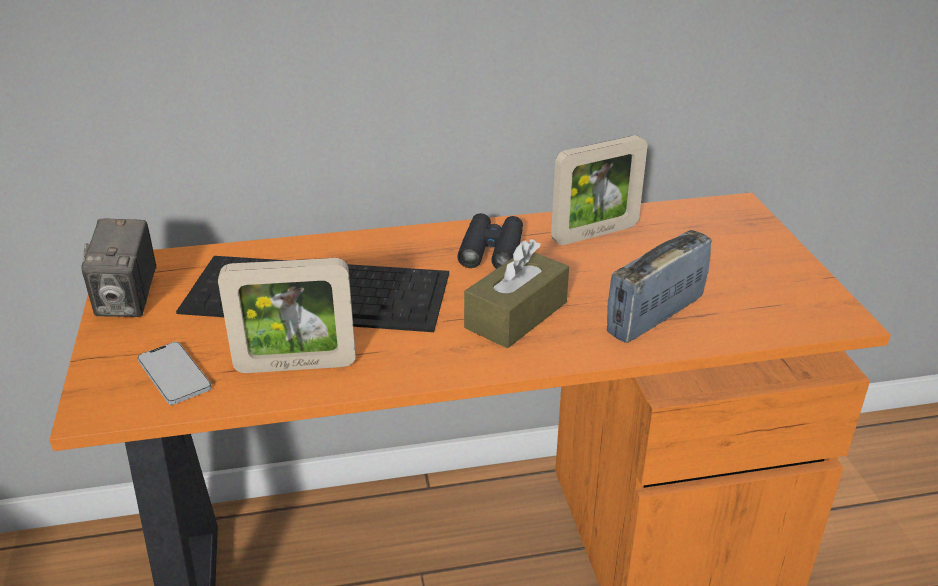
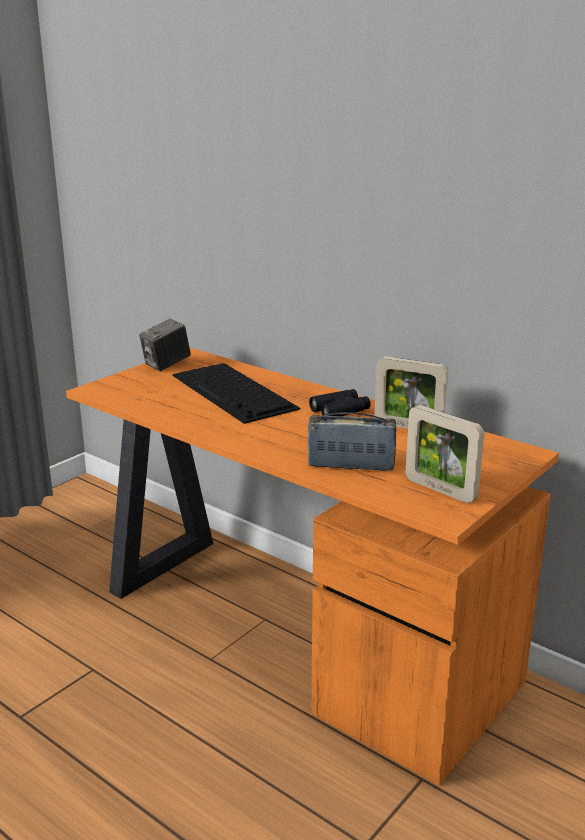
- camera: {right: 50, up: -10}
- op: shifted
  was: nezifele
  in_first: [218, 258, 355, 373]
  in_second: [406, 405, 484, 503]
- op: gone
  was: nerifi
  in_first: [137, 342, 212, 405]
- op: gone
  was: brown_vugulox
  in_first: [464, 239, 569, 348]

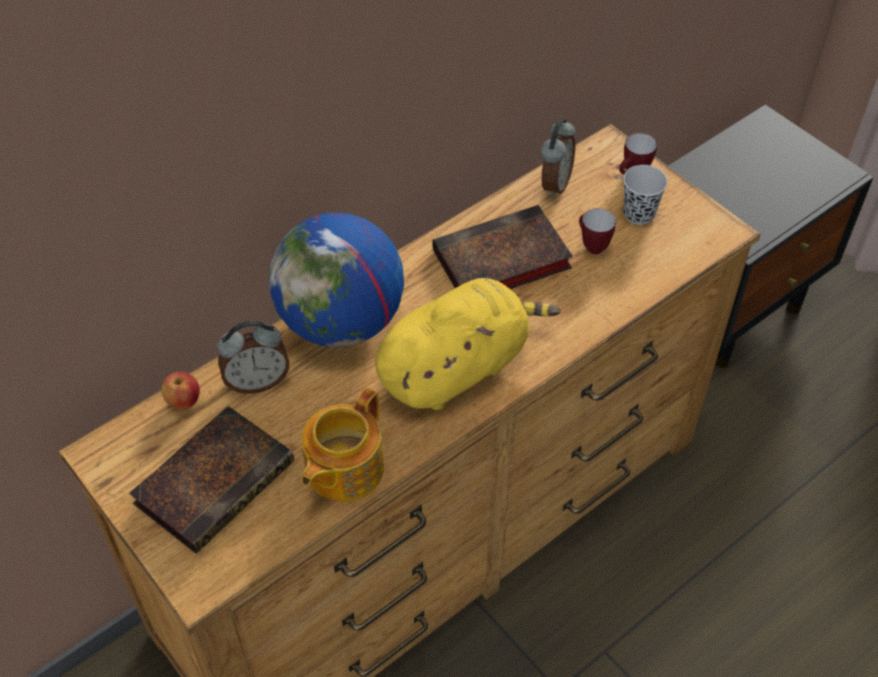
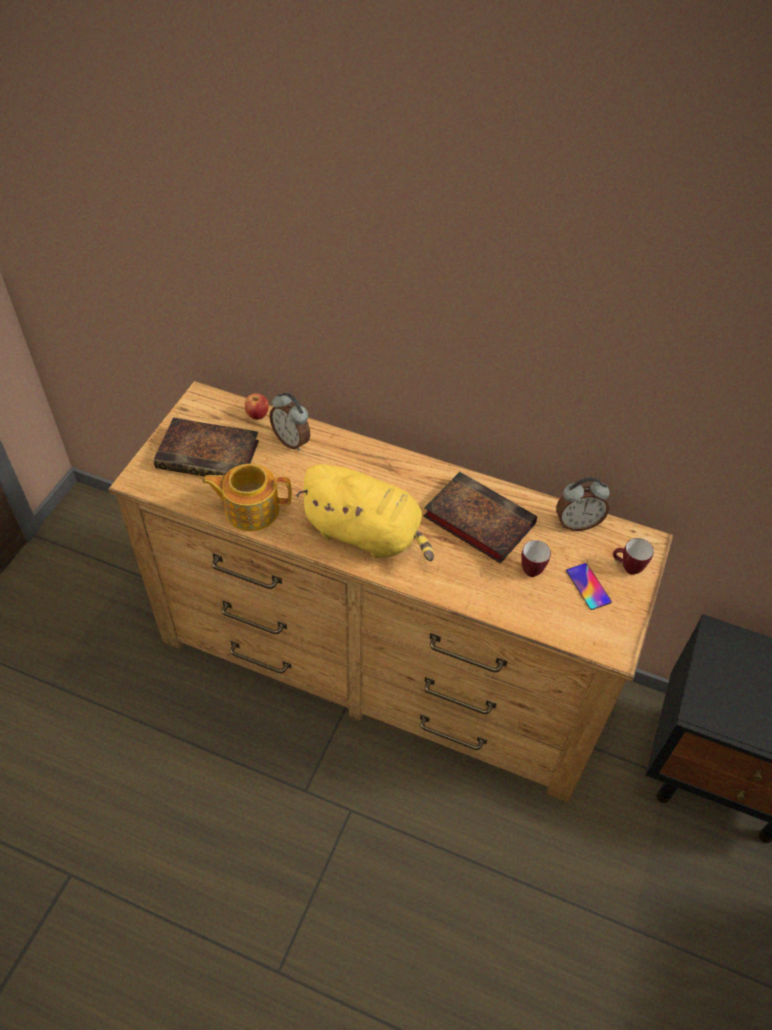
- camera: {right: 60, up: 0}
- op: swapped
  was: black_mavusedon
  now: nerifi
  in_first: [623, 165, 668, 225]
  in_second: [566, 563, 612, 610]
- op: gone
  was: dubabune
  in_first: [269, 212, 404, 348]

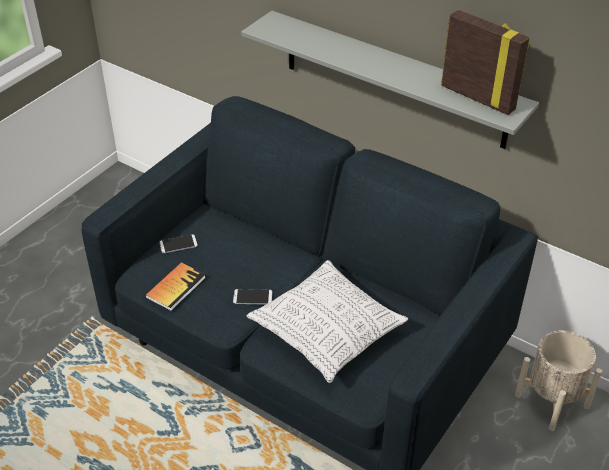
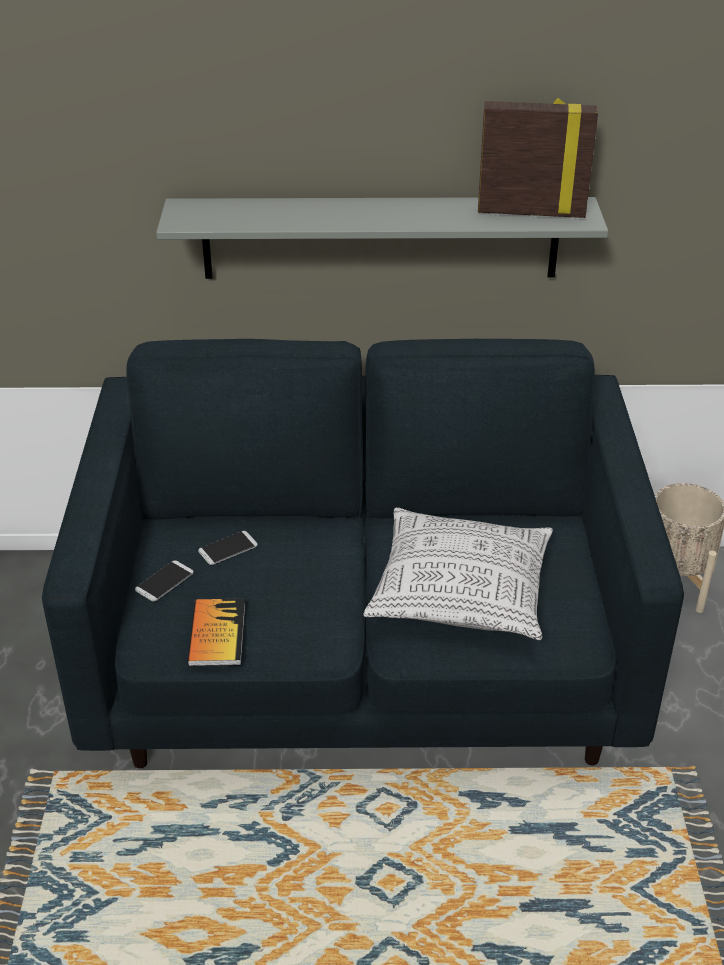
- camera: {right: -35, up: -5}
- op: shifted
  was: nerifi
  in_first: [233, 289, 272, 305]
  in_second: [198, 531, 258, 565]

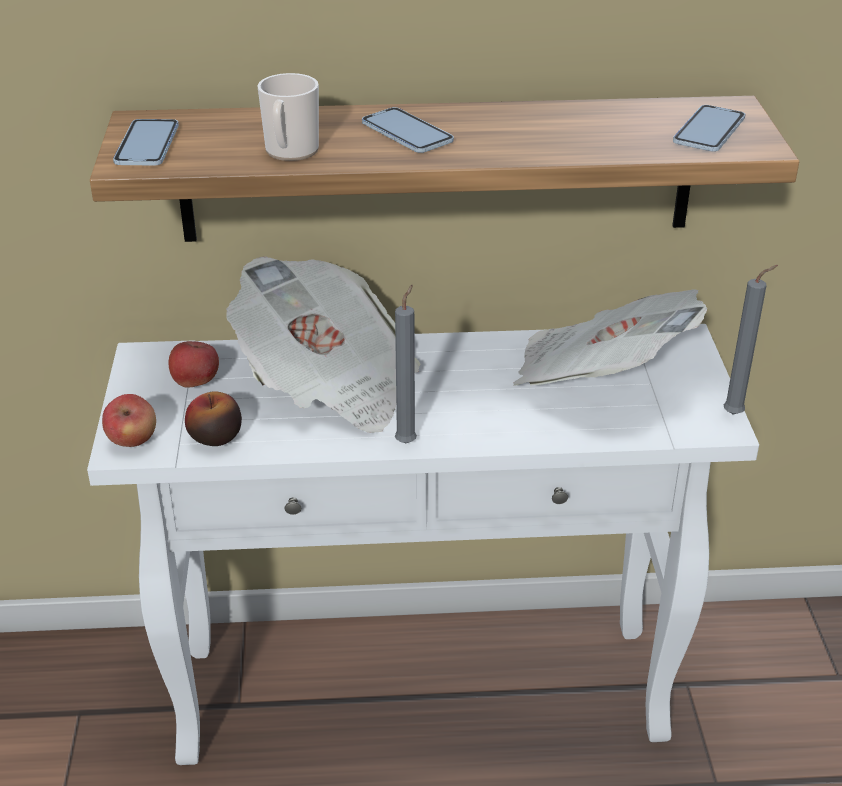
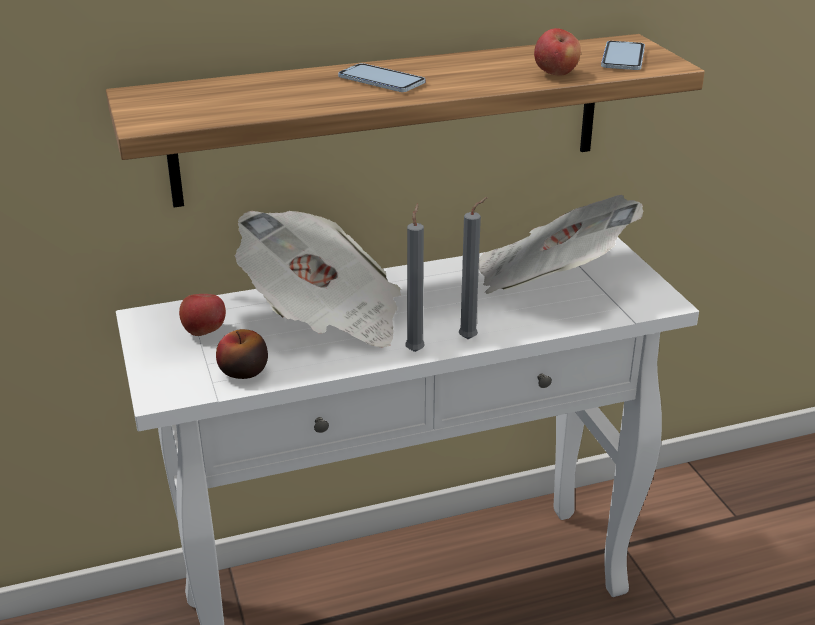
- camera: {right: -15, up: -5}
- op: shifted
  was: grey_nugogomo
  in_first: [724, 265, 778, 414]
  in_second: [459, 197, 488, 339]
- op: shifted
  was: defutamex
  in_first: [102, 394, 156, 447]
  in_second: [534, 28, 581, 76]
- op: gone
  was: nerifi
  in_first: [113, 119, 179, 166]
- op: gone
  was: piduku
  in_first: [258, 73, 319, 161]

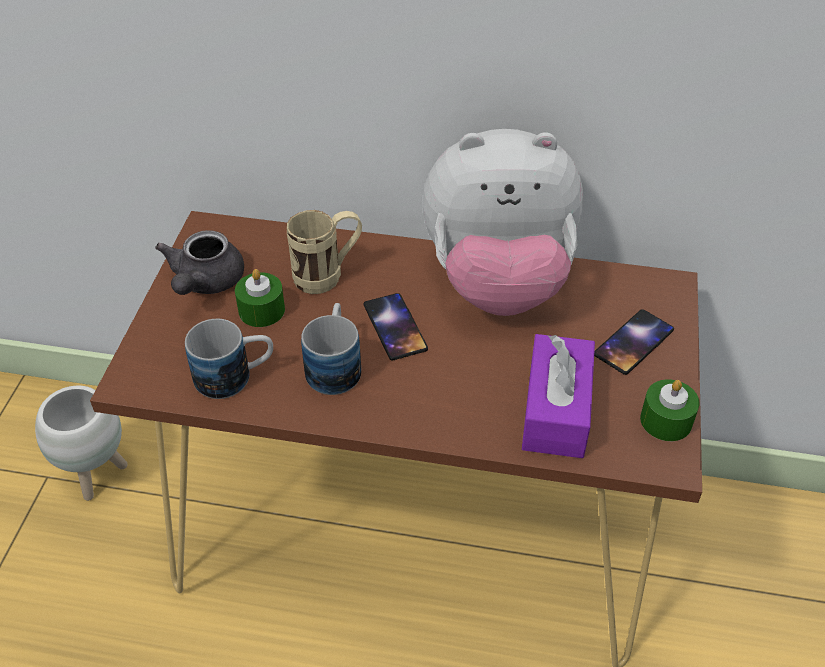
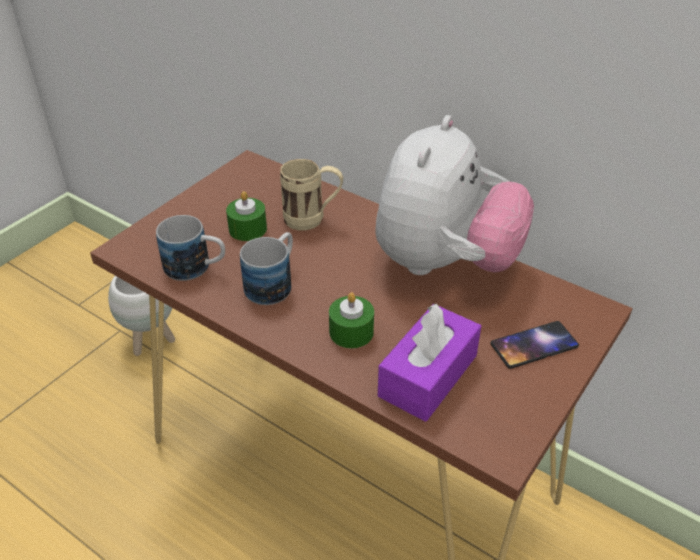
- camera: {right: 25, up: -5}
- op: shifted
  was: green_nugogomo
  in_first: [640, 379, 699, 441]
  in_second: [329, 292, 374, 349]
- op: rotated
  was: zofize
  in_first: [422, 129, 583, 316]
  in_second: [375, 115, 534, 275]
  clockwise: -90
- op: gone
  was: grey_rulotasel
  in_first: [155, 230, 244, 295]
- op: gone
  was: nerifi
  in_first: [363, 293, 428, 360]

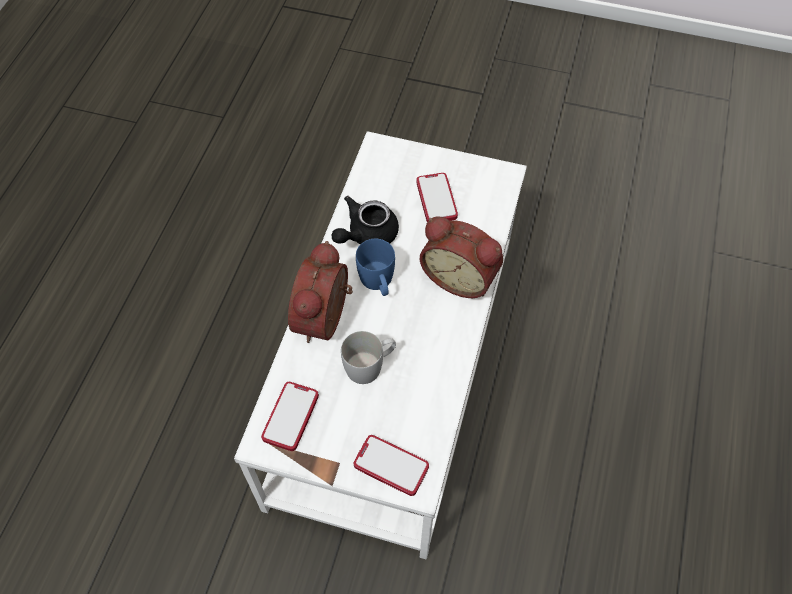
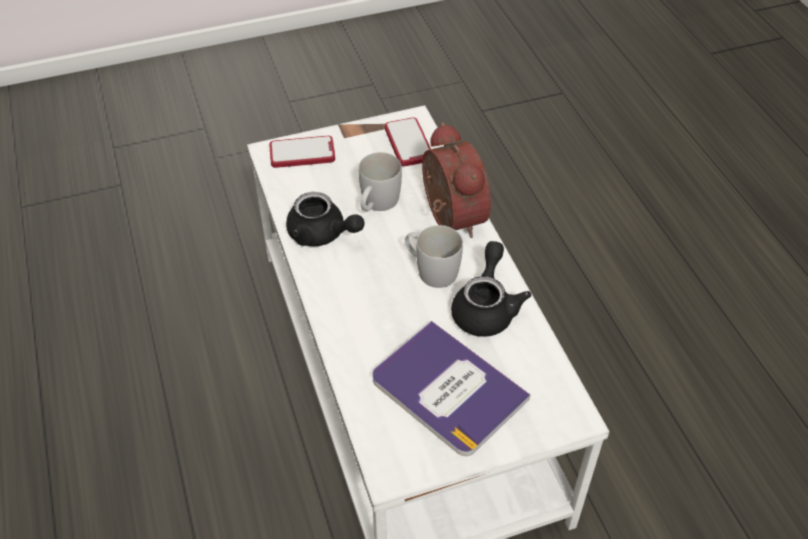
- camera: {right: 145, up: -10}
- op: new
  now: black_rulotasel
  in_second: [286, 192, 365, 246]
- op: swapped
  was: nerifi
  now: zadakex
  in_first: [416, 173, 458, 222]
  in_second: [372, 321, 530, 456]
- op: repainted
  was: blue_piduku
  now: white_piduku
  in_first: [356, 239, 395, 296]
  in_second: [405, 225, 463, 288]
- op: gone
  was: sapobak
  in_first: [420, 216, 503, 298]

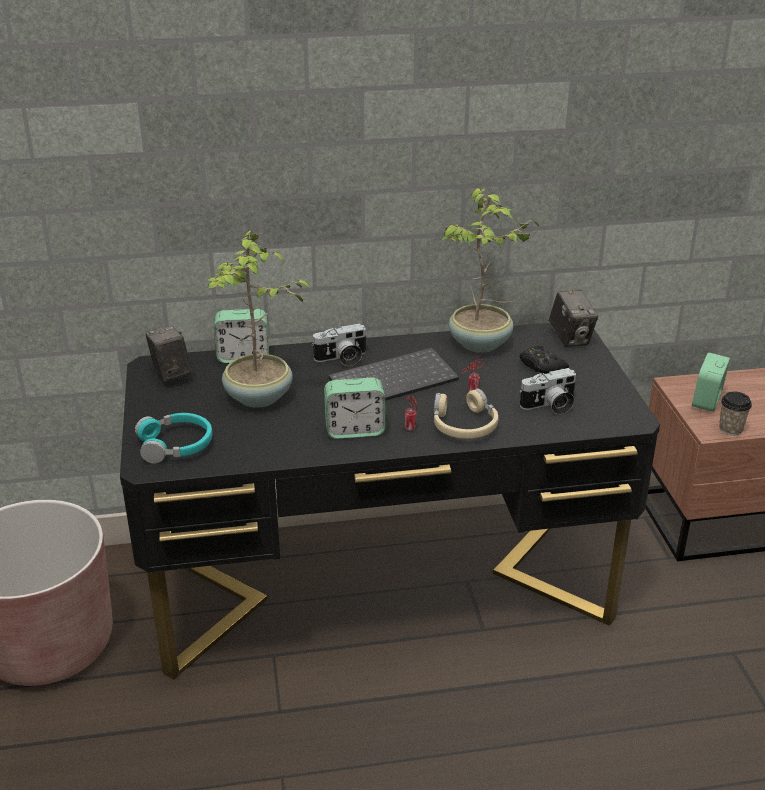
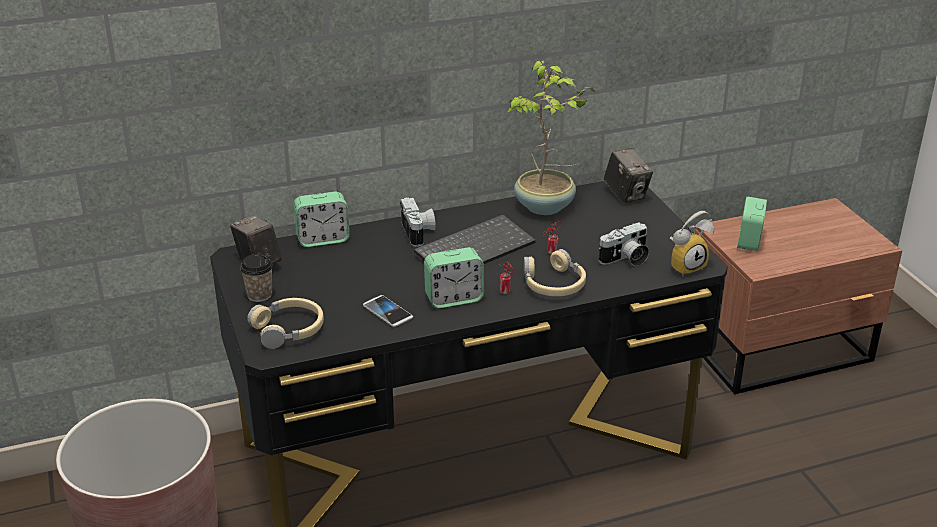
- camera: {right: -10, up: 0}
- op: shifted
  was: mavusedon
  in_first: [719, 391, 752, 435]
  in_second: [240, 254, 273, 302]
- op: repainted
  was: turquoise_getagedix
  now: beige_getagedix
  in_first: [135, 413, 212, 464]
  in_second: [247, 298, 324, 349]
- op: new
  now: nerifi
  in_second: [363, 295, 413, 327]
- op: rotated
  was: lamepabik
  in_first: [311, 323, 367, 366]
  in_second: [400, 197, 436, 247]
  clockwise: -75
- op: new
  now: sapobak
  in_second: [670, 211, 714, 276]
- op: gone
  was: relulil
  in_first: [207, 231, 310, 408]
- op: gone
  was: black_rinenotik
  in_first: [520, 345, 569, 374]

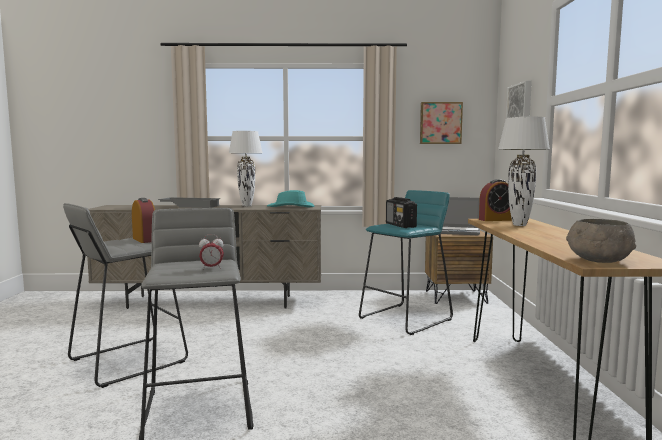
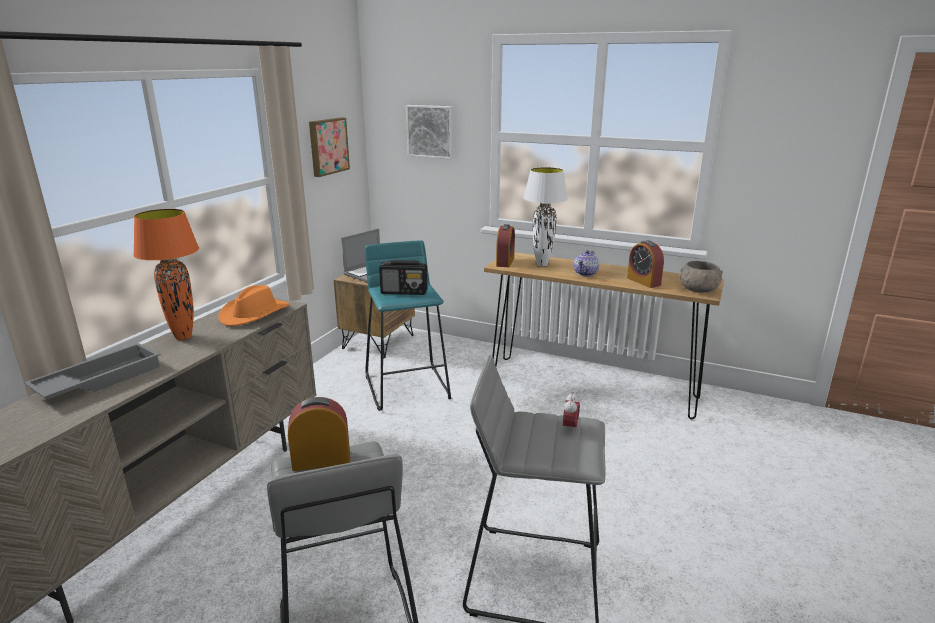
- camera: {right: -65, up: 15}
- op: repainted
  was: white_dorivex
  now: orange_dorivex
  in_first: [229, 131, 263, 206]
  in_second: [133, 209, 199, 340]
- op: repainted
  was: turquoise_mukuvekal
  now: orange_mukuvekal
  in_first: [267, 190, 315, 207]
  in_second: [218, 285, 289, 326]
- op: new
  now: rulotasel
  in_second: [574, 250, 599, 276]
- op: new
  now: sapobak
  in_second: [627, 240, 664, 288]

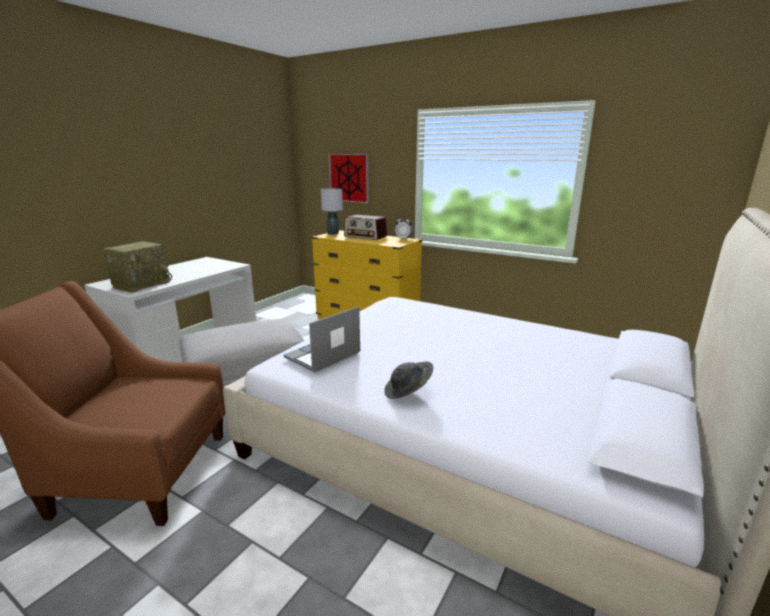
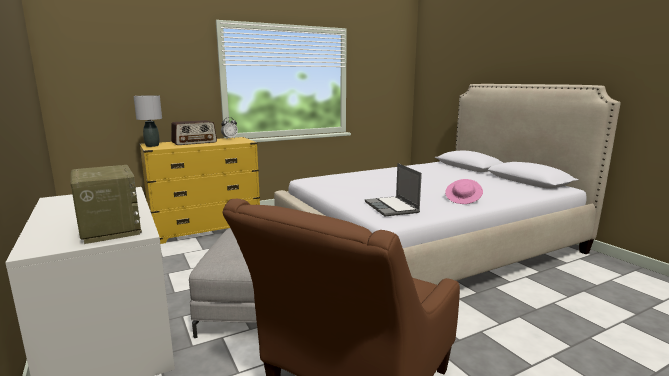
- camera: {right: -60, up: -5}
- op: repainted
  was: grey_mukuvekal
  now: pink_mukuvekal
  in_first: [384, 362, 433, 399]
  in_second: [445, 179, 483, 204]
- op: gone
  was: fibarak
  in_first: [329, 154, 369, 203]

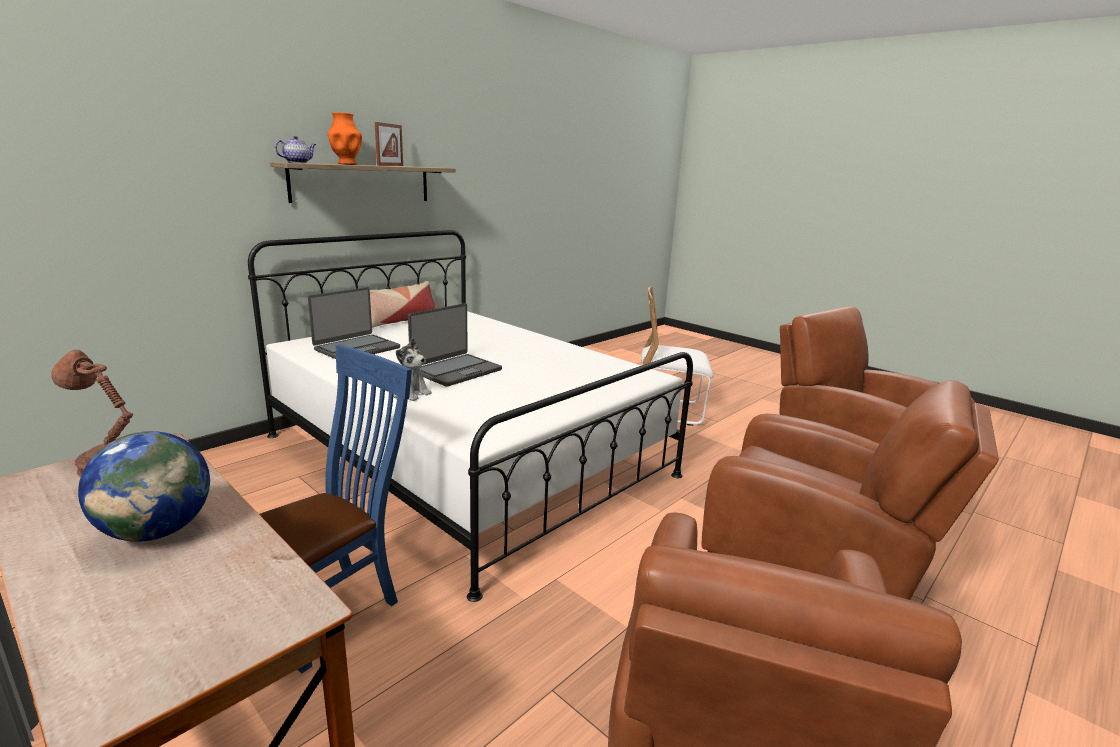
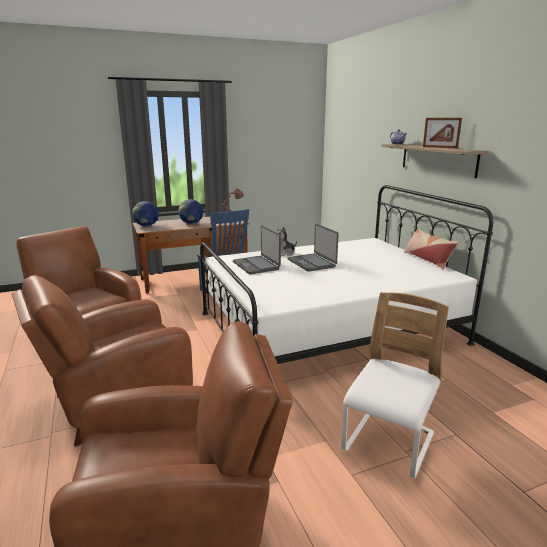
- camera: {right: 115, up: 0}
- op: new
  now: dubabune
  in_second: [132, 201, 158, 226]
- op: shifted
  was: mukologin
  in_first: [308, 287, 400, 359]
  in_second: [233, 225, 281, 274]
- op: gone
  was: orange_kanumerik
  in_first: [328, 112, 362, 165]

